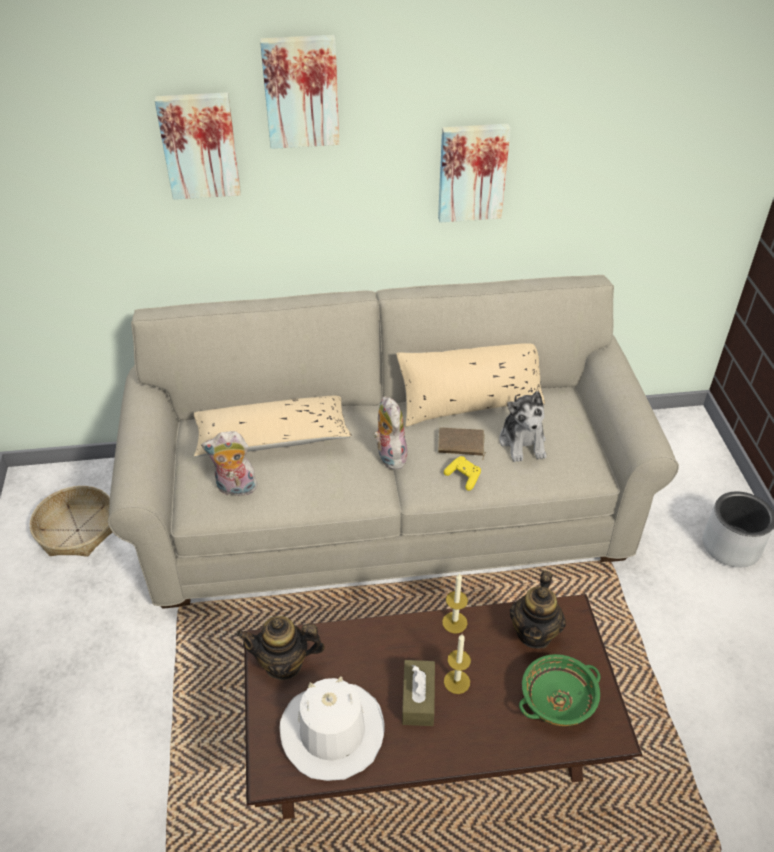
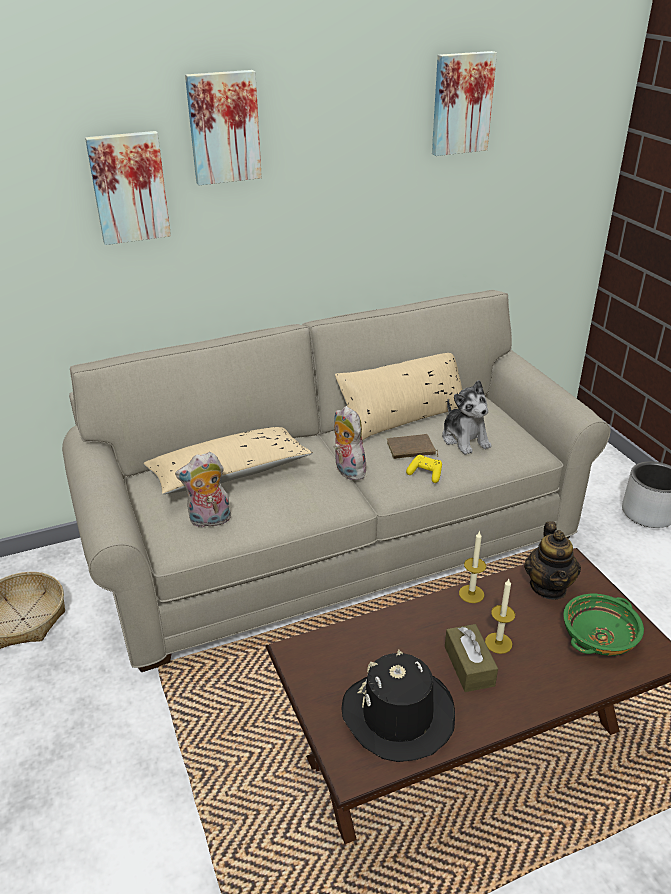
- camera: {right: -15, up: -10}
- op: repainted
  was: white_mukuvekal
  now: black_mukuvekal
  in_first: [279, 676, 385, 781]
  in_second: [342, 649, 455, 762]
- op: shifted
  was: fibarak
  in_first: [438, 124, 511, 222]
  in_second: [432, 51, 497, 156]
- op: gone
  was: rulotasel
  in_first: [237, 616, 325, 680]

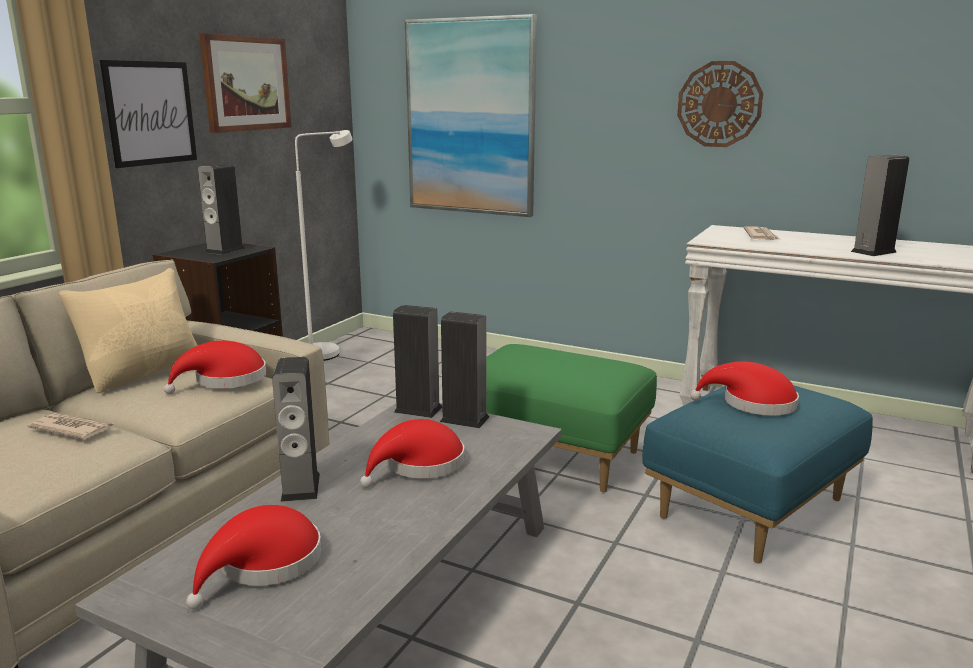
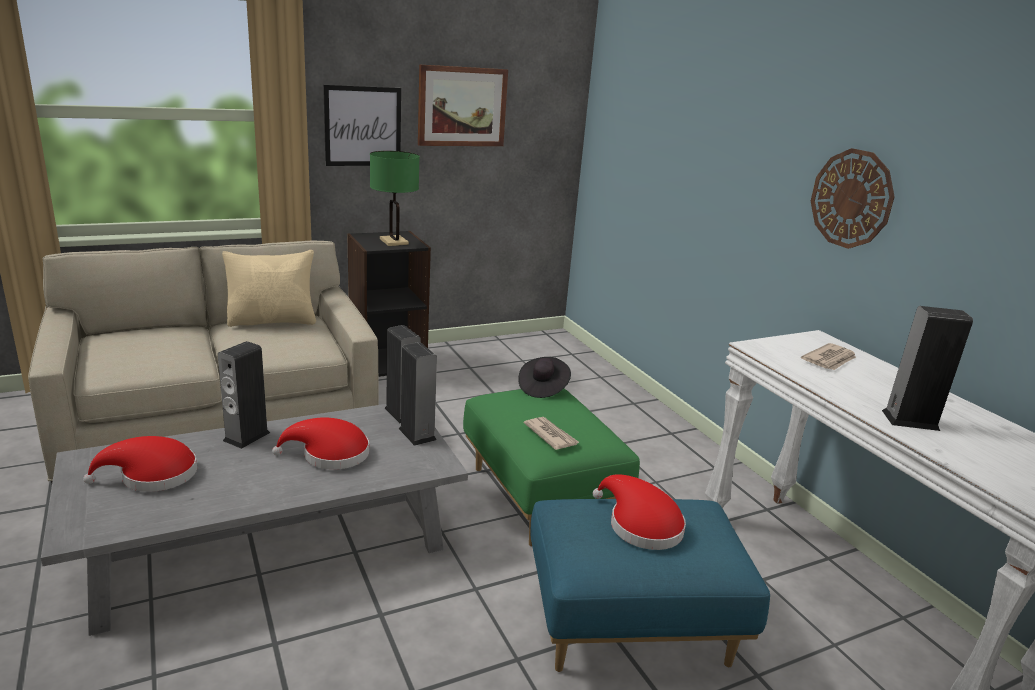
- camera: {right: 35, up: 5}
- op: swapped
  was: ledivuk
  now: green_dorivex
  in_first: [198, 163, 245, 255]
  in_second: [370, 151, 420, 246]
- op: new
  now: black_mukuvekal
  in_second: [518, 357, 571, 398]
- op: shifted
  was: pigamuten
  in_first: [27, 413, 114, 439]
  in_second: [524, 417, 579, 450]
- op: gone
  was: red_mukuvekal
  in_first: [164, 340, 266, 394]
- op: gone
  was: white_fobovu
  in_first: [295, 130, 353, 361]
- op: gone
  was: fibarak
  in_first: [405, 14, 537, 217]

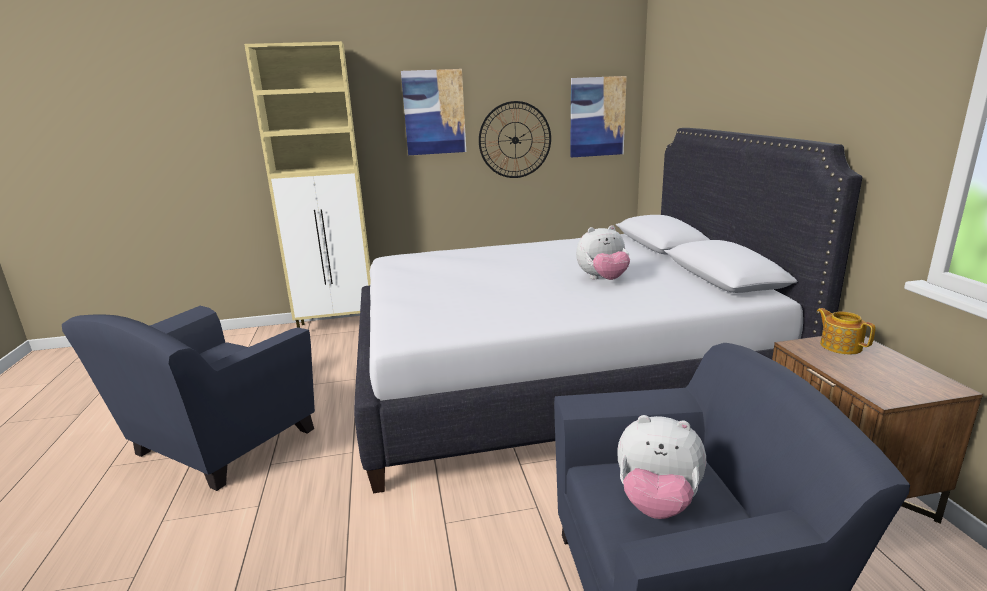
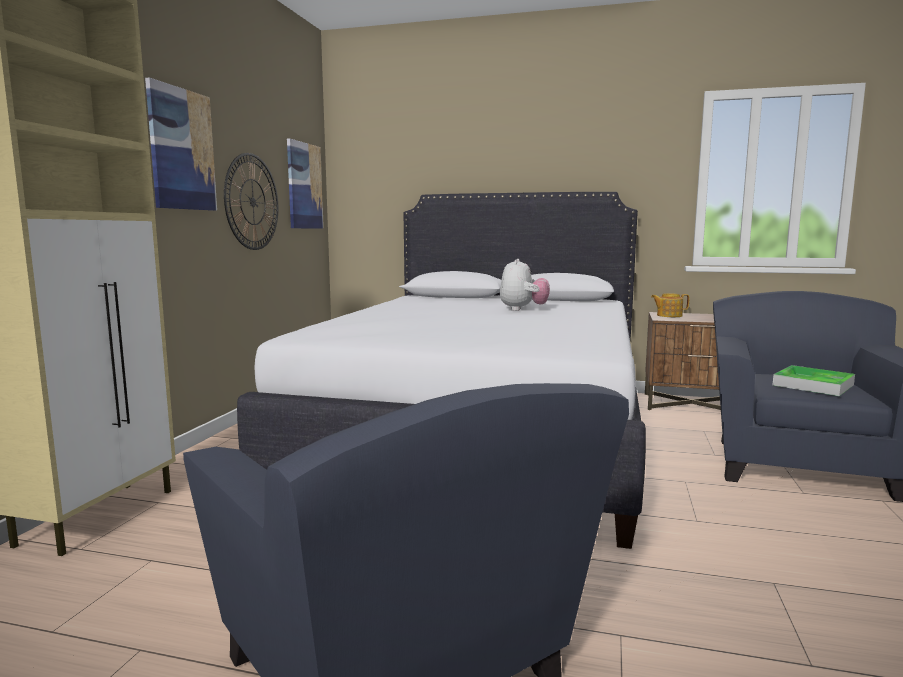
- camera: {right: -65, up: -10}
- op: swapped
  was: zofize
  now: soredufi
  in_first: [617, 415, 706, 519]
  in_second: [773, 365, 855, 396]

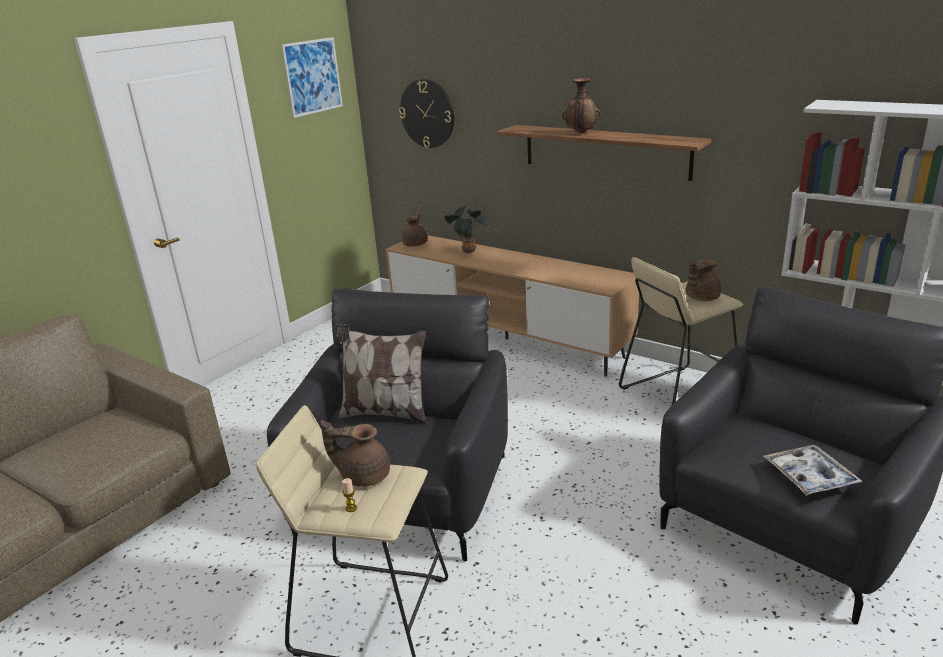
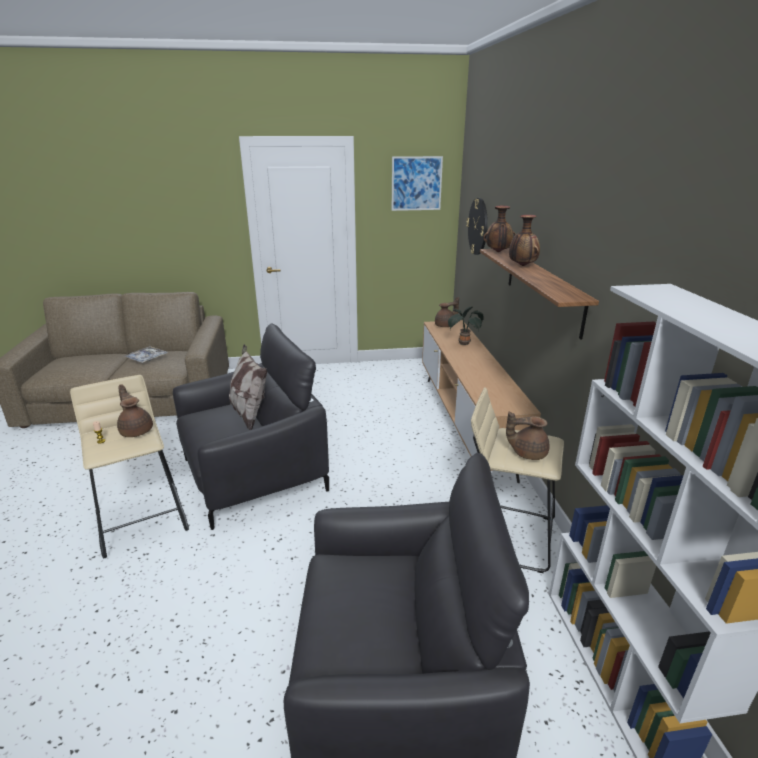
- camera: {right: 45, up: 0}
- op: shifted
  was: soredufi
  in_first: [764, 445, 862, 496]
  in_second: [123, 346, 168, 363]
- op: new
  now: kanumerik
  in_second: [483, 206, 516, 252]

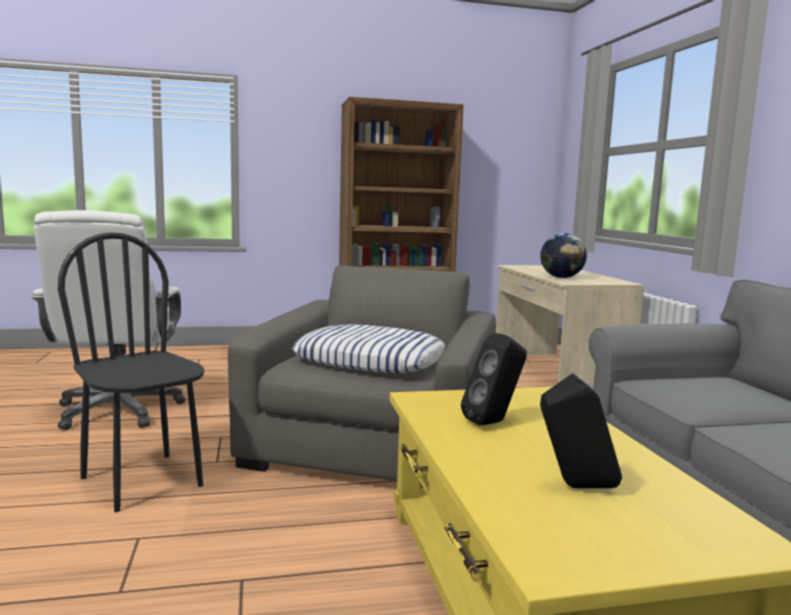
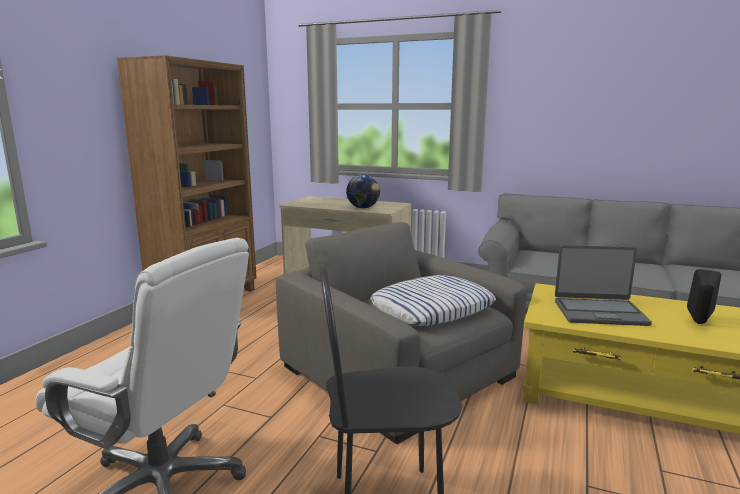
- camera: {right: -55, up: 5}
- op: swapped
  was: black_ledivuk
  now: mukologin
  in_first: [461, 333, 527, 426]
  in_second: [555, 245, 652, 326]

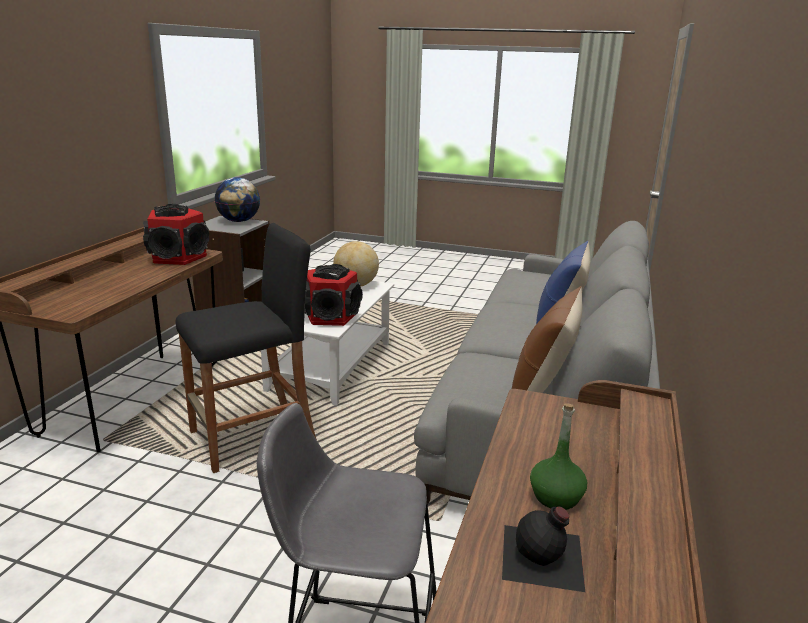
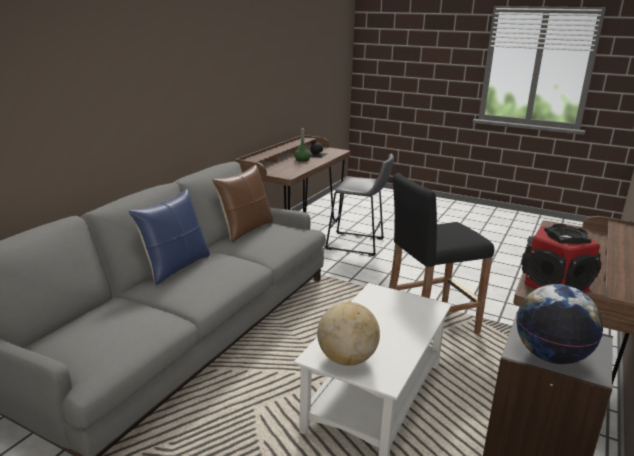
- camera: {right: -170, up: 0}
- op: gone
  was: ledivuk
  in_first: [305, 264, 363, 326]

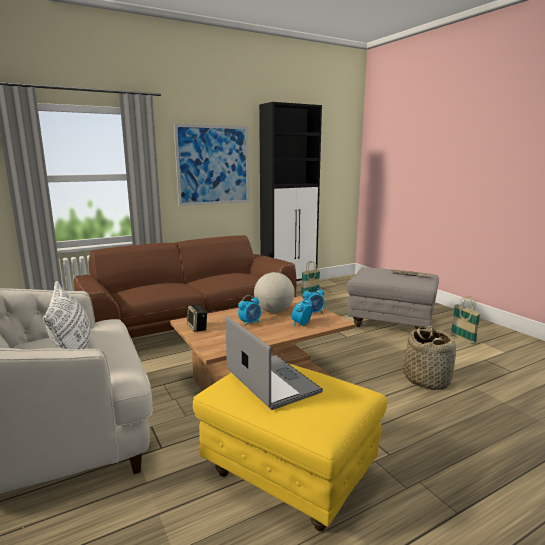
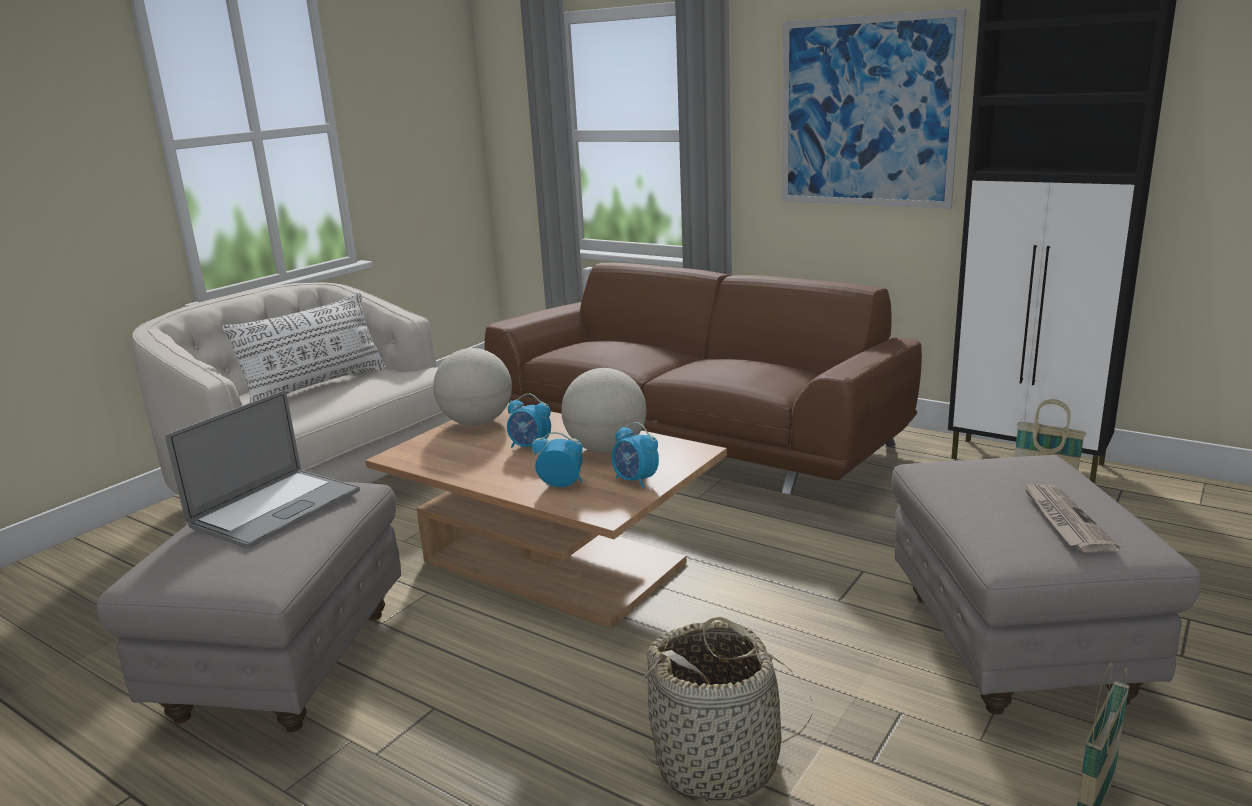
- camera: {right: 65, up: 5}
- op: repainted
  was: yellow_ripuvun
  now: grey_ripuvun
  in_first: [193, 363, 387, 531]
  in_second: [97, 482, 401, 732]
- op: swapped
  was: ledivuk
  now: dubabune
  in_first: [187, 305, 208, 332]
  in_second: [433, 348, 512, 426]

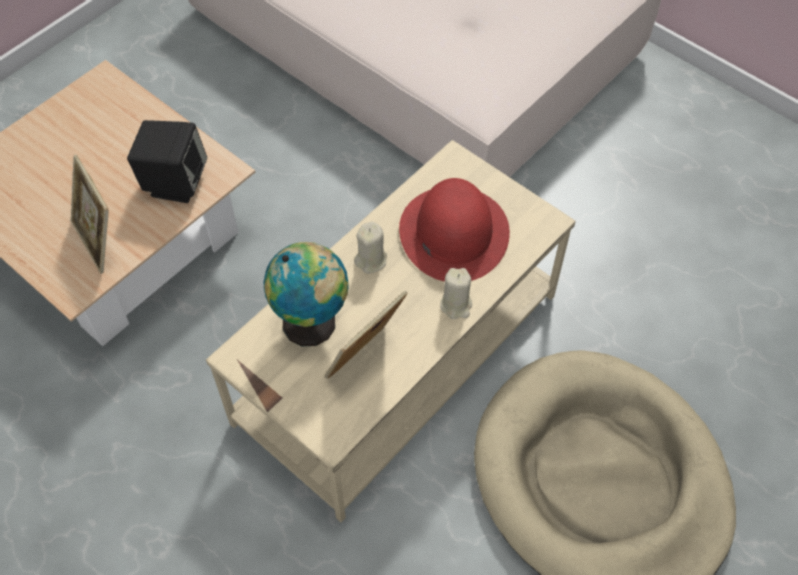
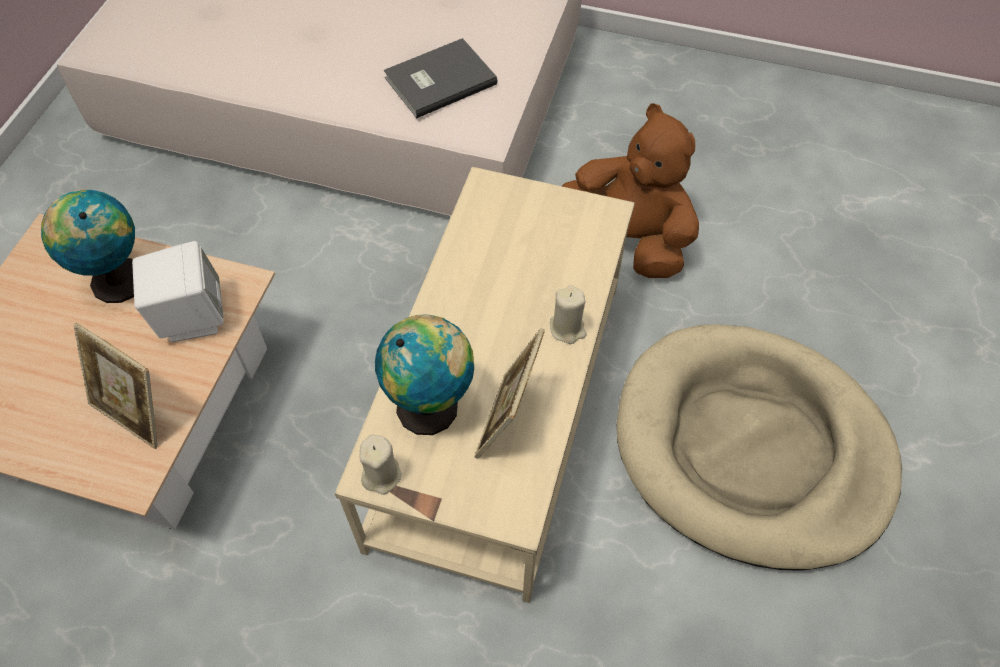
- camera: {right: -25, up: 0}
- op: new
  now: dubabune
  in_second: [41, 189, 135, 303]
- op: repainted
  was: black_ledivuk
  now: white_ledivuk
  in_first: [127, 120, 207, 203]
  in_second: [132, 241, 224, 342]
- op: shifted
  was: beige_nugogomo
  in_first: [354, 221, 387, 273]
  in_second: [360, 435, 402, 494]
- op: new
  now: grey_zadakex
  in_second: [384, 38, 497, 118]
- op: new
  now: brown_zofize
  in_second: [562, 103, 699, 278]
- op: gone
  was: red_mukuvekal
  in_first: [399, 178, 510, 282]

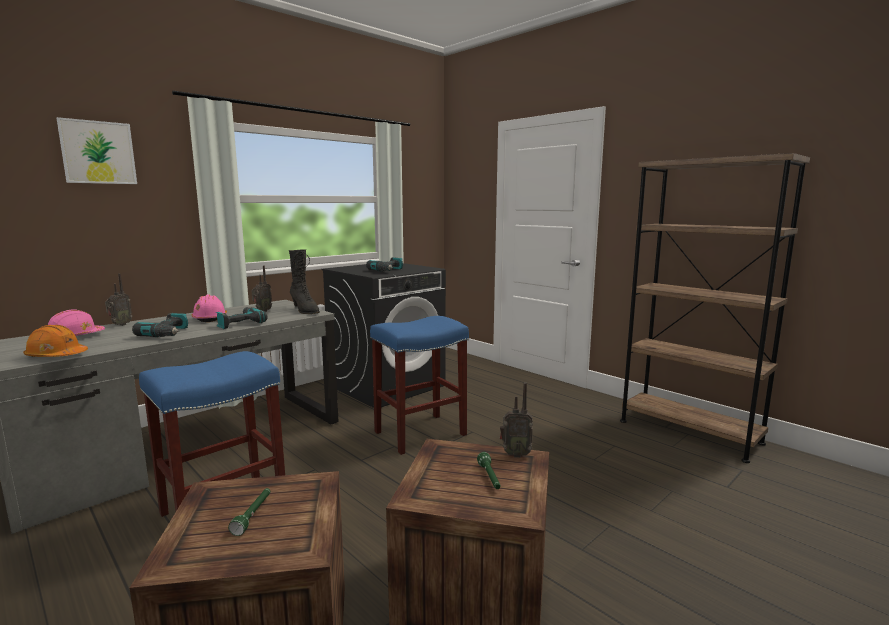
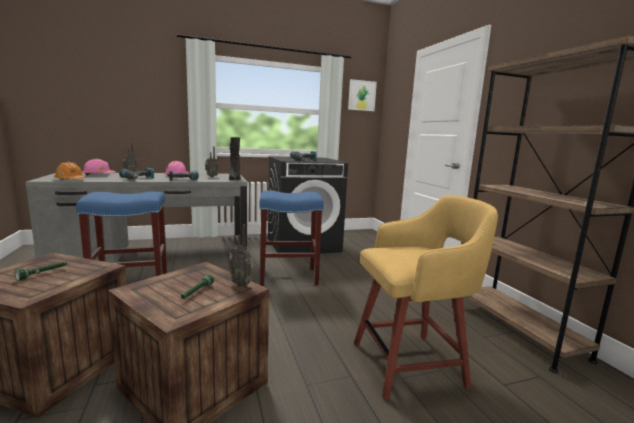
- camera: {right: 25, up: 0}
- op: shifted
  was: fibarak
  in_first: [57, 117, 137, 184]
  in_second: [348, 79, 377, 111]
- op: new
  now: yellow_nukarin
  in_second: [354, 195, 498, 400]

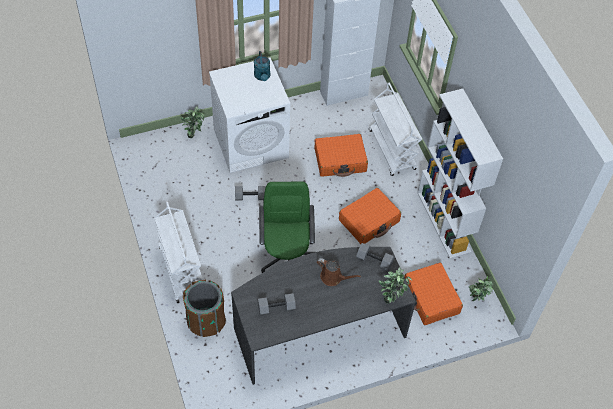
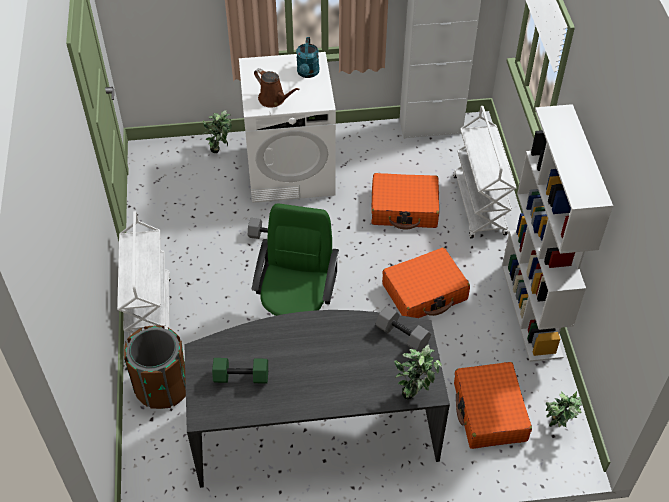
- camera: {right: 15, up: -5}
- op: repainted
  was: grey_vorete
  now: green_vorete
  in_first: [257, 293, 296, 315]
  in_second: [212, 358, 268, 384]
- op: shifted
  was: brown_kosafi
  in_first: [317, 258, 361, 286]
  in_second: [254, 68, 300, 107]

